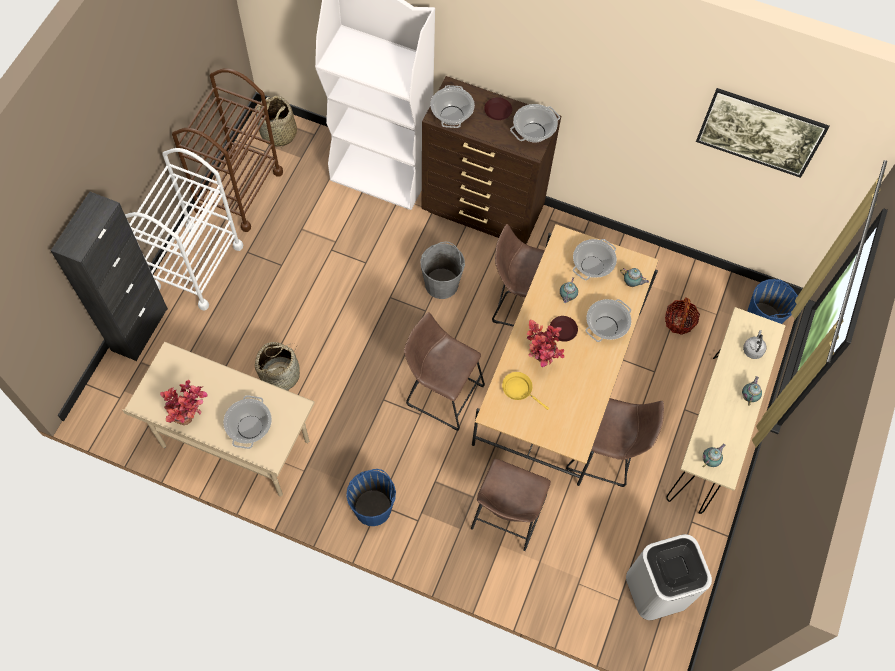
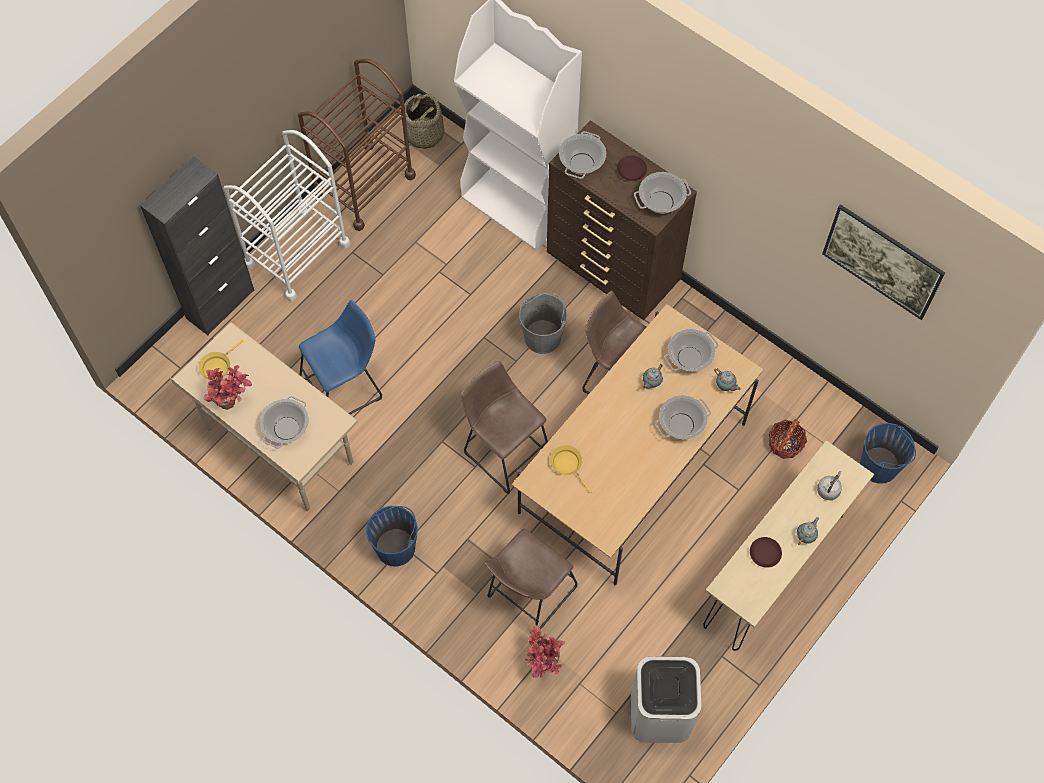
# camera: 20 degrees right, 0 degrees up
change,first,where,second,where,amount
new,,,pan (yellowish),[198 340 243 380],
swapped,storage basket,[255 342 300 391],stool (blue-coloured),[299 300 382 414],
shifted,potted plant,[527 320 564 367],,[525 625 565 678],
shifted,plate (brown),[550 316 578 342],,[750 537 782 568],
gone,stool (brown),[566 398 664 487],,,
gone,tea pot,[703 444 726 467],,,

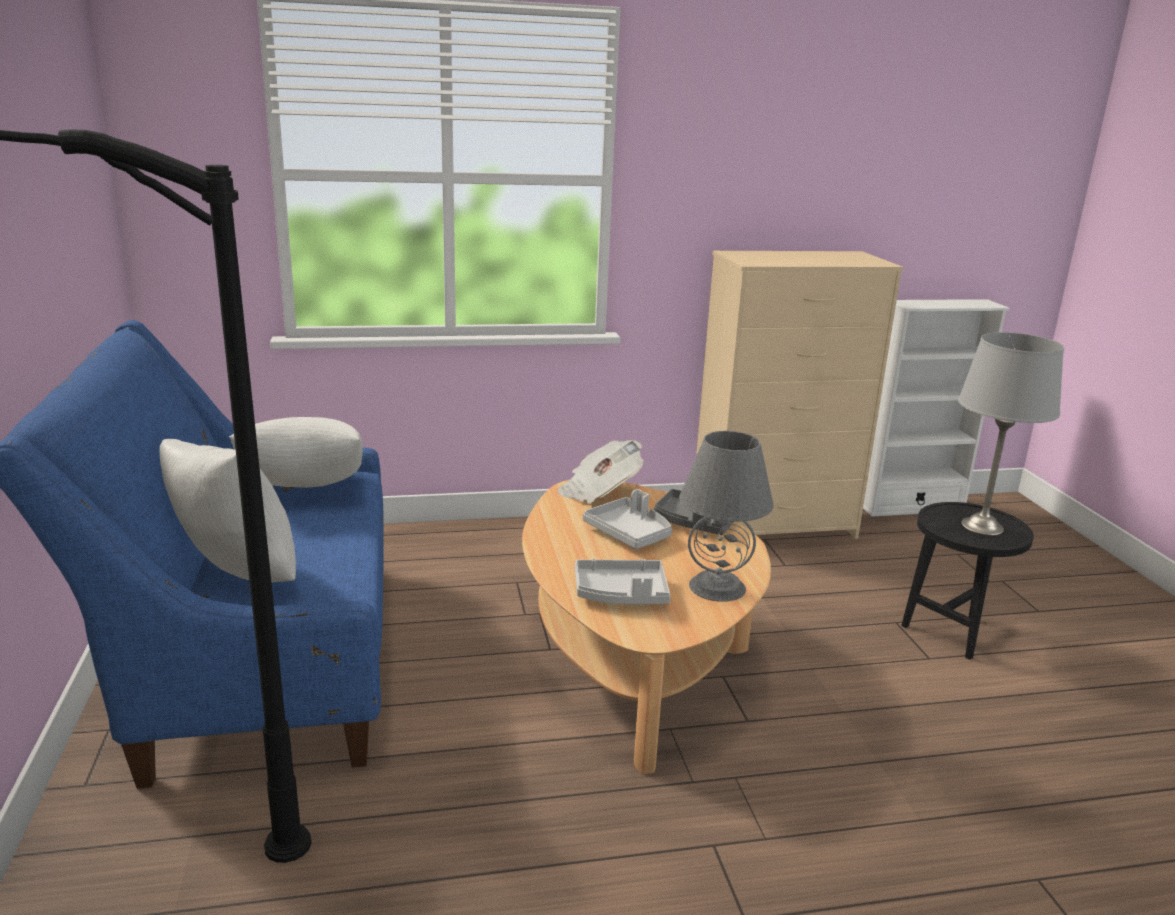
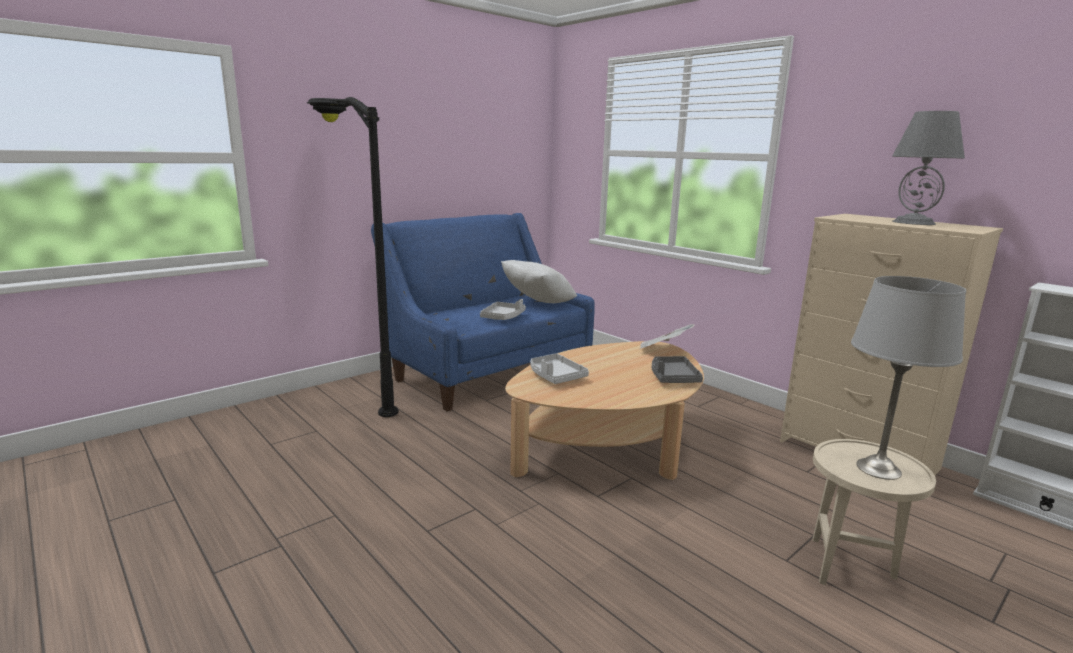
# camera: 60 degrees right, 5 degrees down
change,first,where,second,where,amount
shifted,serving tray (greyish),[583 489 672 549],,[480 299 526 320],
repainted,side table (blackish),[901 502 1034 660],side table (sand-coloured),[813 439 936 585],
shifted,table lamp (greyish),[679 431 774 602],,[892 111 965 225],
gone,pillow (whitish),[159 439 296 583],,,

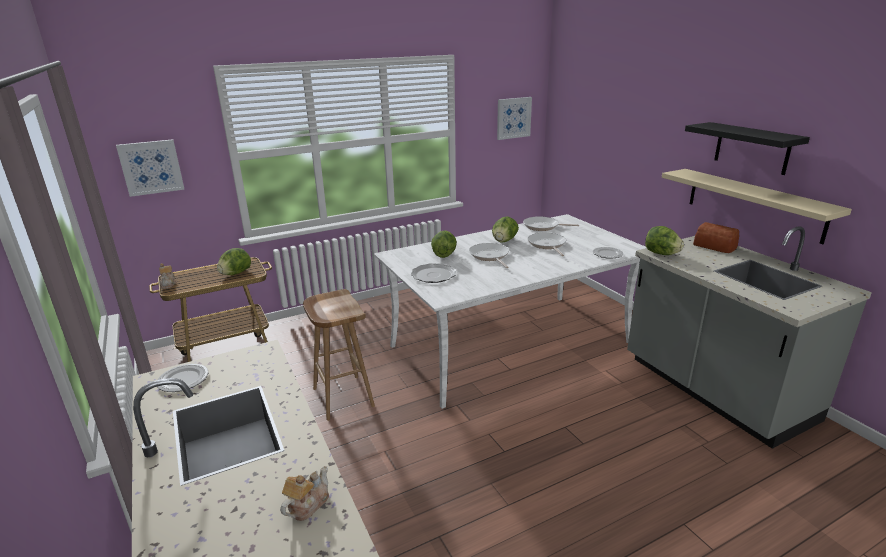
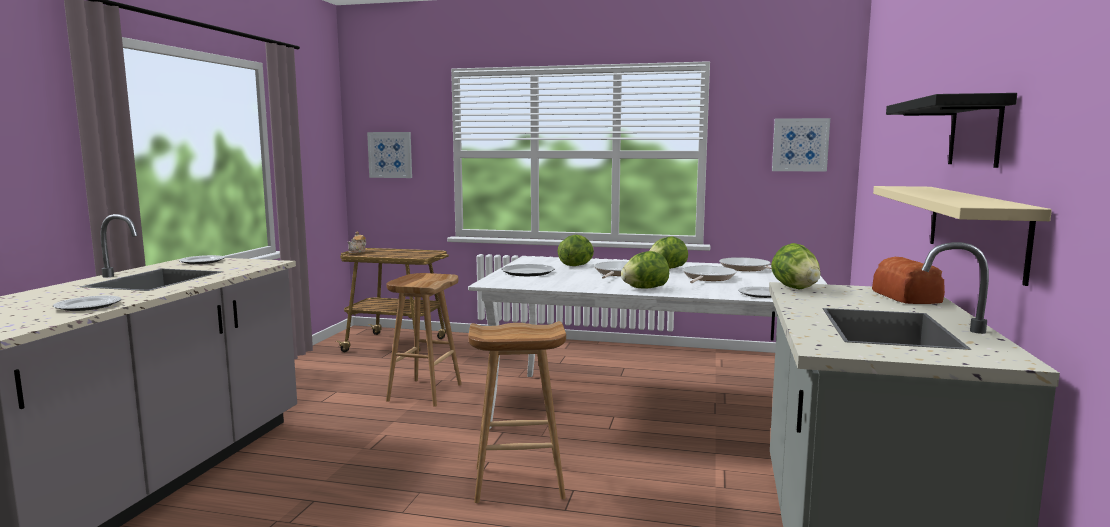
# camera: 40 degrees right, 15 degrees down
change,first,where,second,where,amount
swapped,tea pot,[280 466 329 521],plate,[53 296 121 311],
new,,,stool (brown),[469 321 566 503],
shifted,lettuce,[217 248 251 275],,[621 251 669 289],

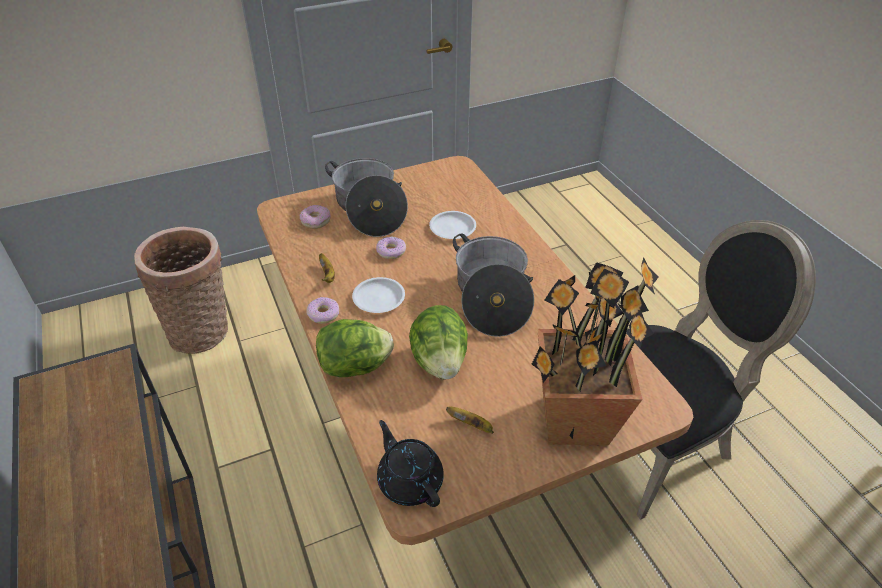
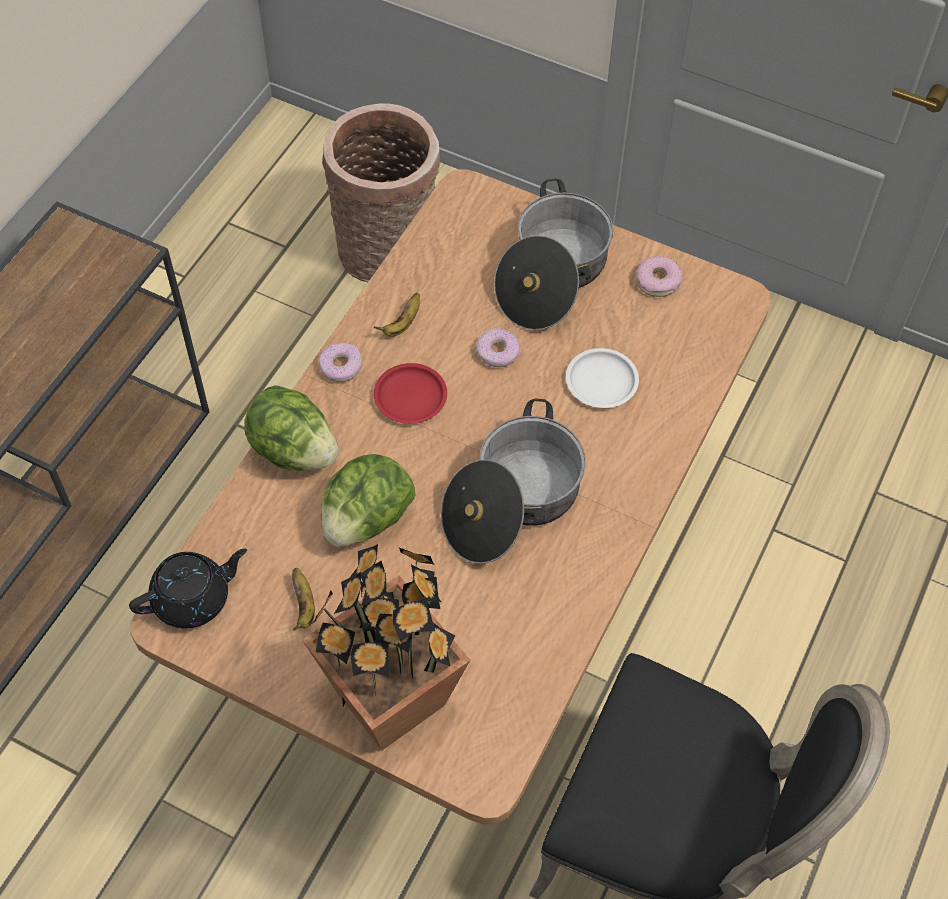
# camera: 50 degrees right, 15 degrees up
change,first,where,second,where,amount
rotated,tea pot (blackish),[377 420 444 507],,[129 548 247 629],45 degrees clockwise
repainted,plate (whitish),[352 277 405 313],plate (red-coloured),[373 363 447 424],
shifted,doughnut,[300 205 331 229],,[636 256 683 297],

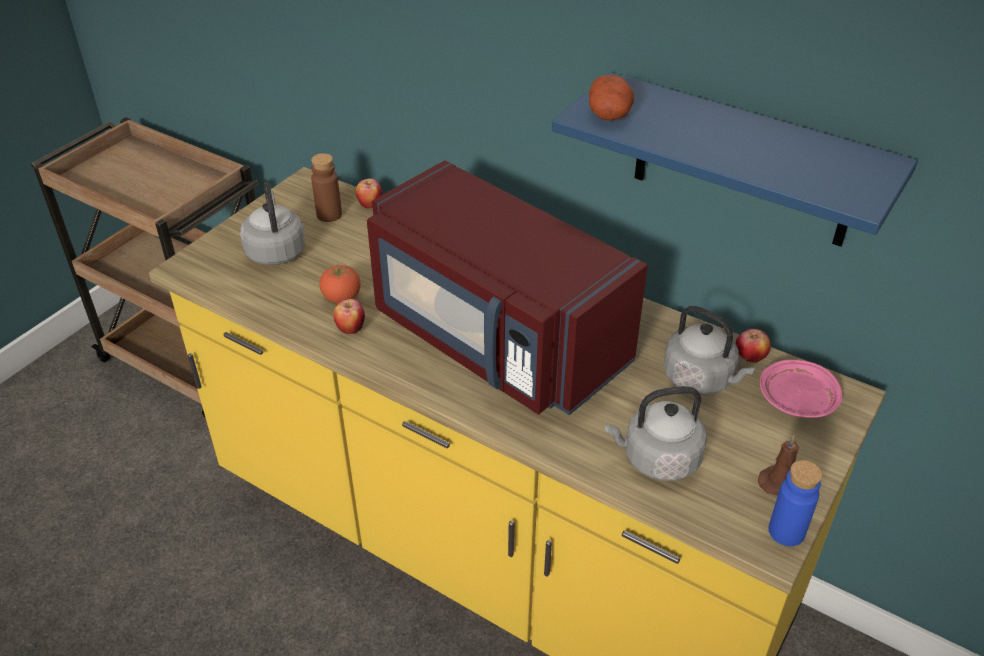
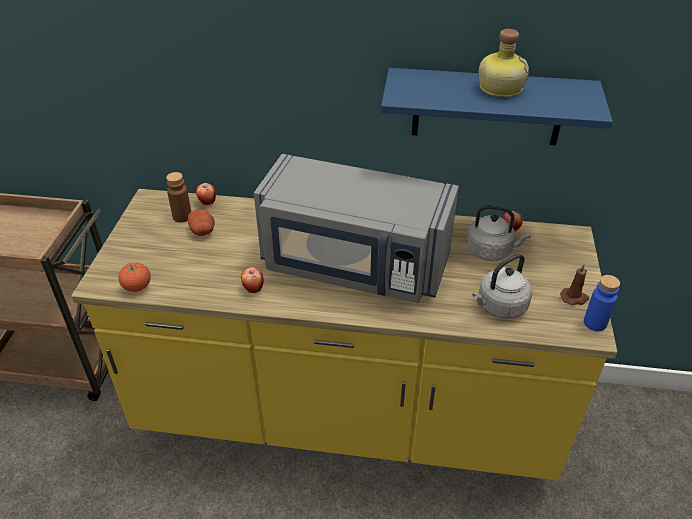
# camera: 25 degrees left, 0 degrees up
change,first,where,second,where,amount
shifted,tomato,[320 264 361 303],,[118 263 151 292],
shifted,whole potato,[589 75 634 120],,[188 209 215 236],
repainted,microwave (red-coloured),[367 160 648 415],microwave (greyish),[254 154 459 303],
new,,,bottle,[479 29 529 97],
gone,kettle (greyish),[240 182 305 265],,,
gone,plate (pink),[760 359 842 418],,,

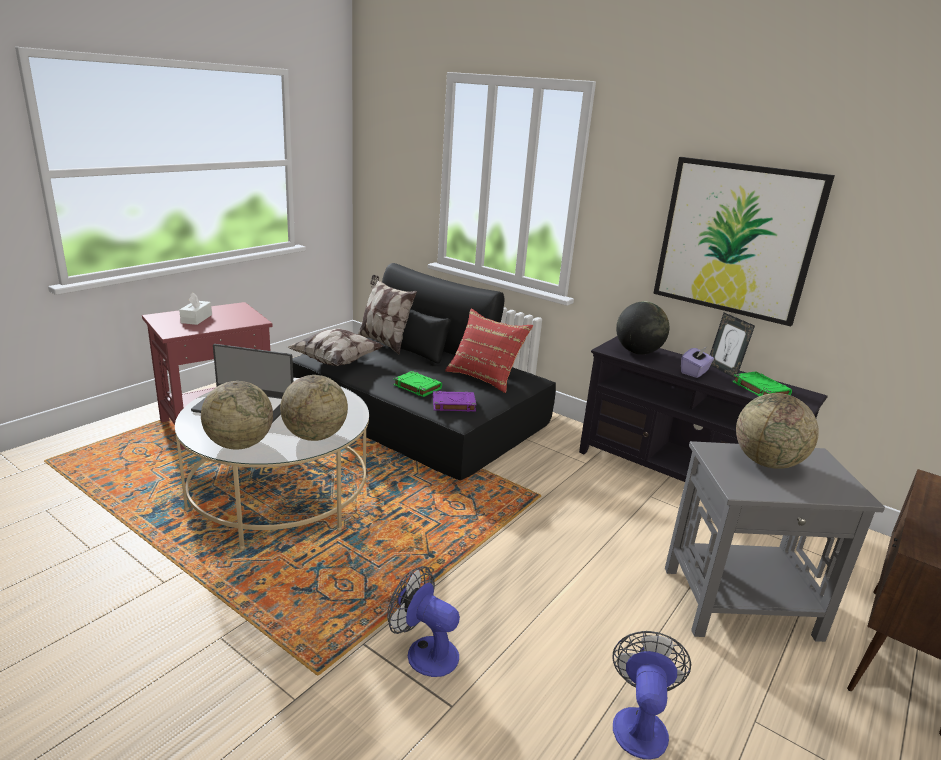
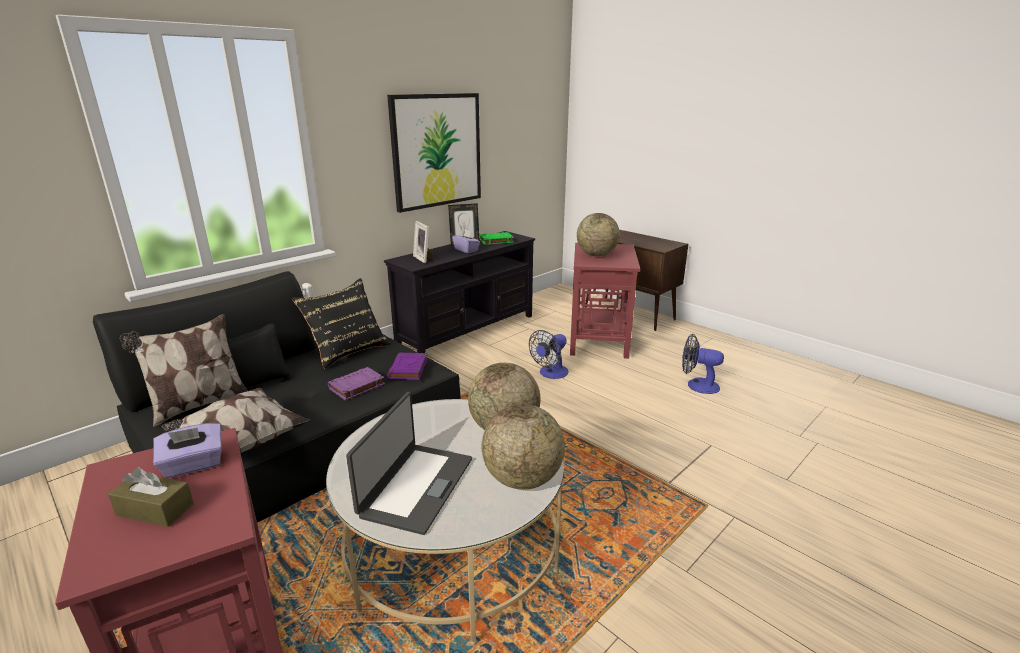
# camera: 80 degrees left, 0 degrees up
change,first,where,second,where,amount
repainted,tissue box (whitish),[179 293 212 325],tissue box (brown),[108 467 194 527],
new,,,tissue box (purple),[153 423 222 478],
repainted,pillow (red-coloured),[445 309 533 393],pillow (blackish),[292 278 391 369],
repainted,book (green-coloured),[394 371 442 397],book (purple),[328 367 385 400],
swapped,desk globe,[616 301 669 355],picture frame,[413 221 433 263],
shifted,cooling fan,[387 566 460 677],,[529 330 568 379],
repainted,side table (greyish),[665 441 885 642],side table (red-coloured),[570 243 640 359],

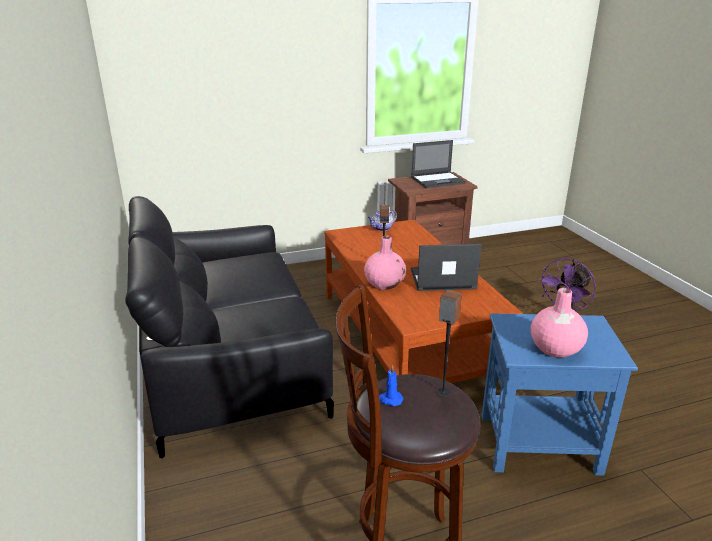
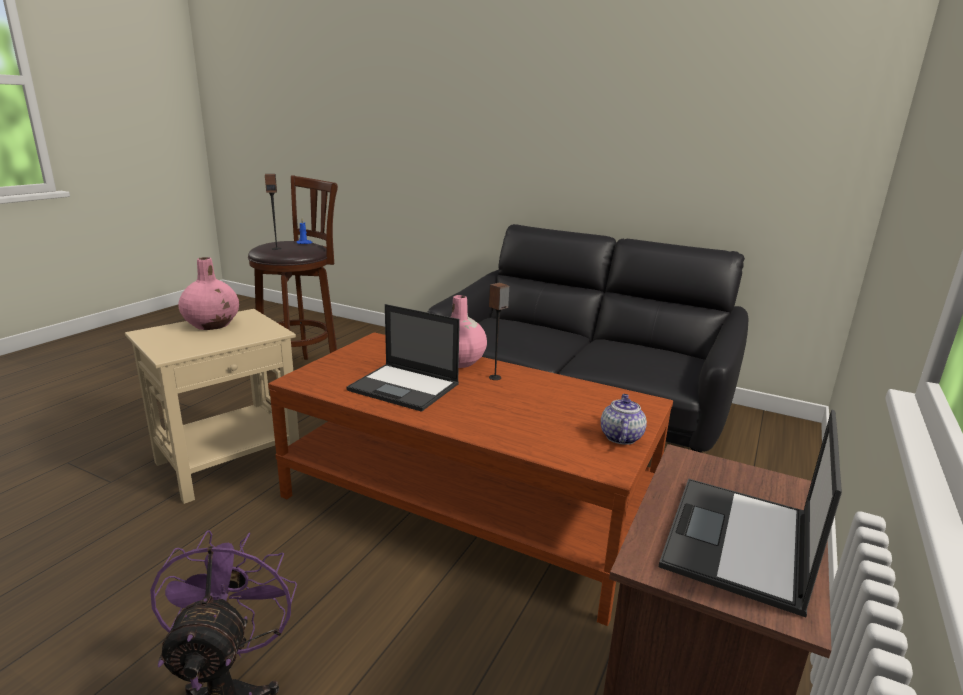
# camera: 135 degrees right, 5 degrees down
change,first,where,second,where,amount
repainted,side table (blue-coloured),[482 313 638 476],side table (sand-coloured),[125 309 299 504],
rotated,laptop,[410 244 481 291],,[346 304 460 412],75 degrees clockwise

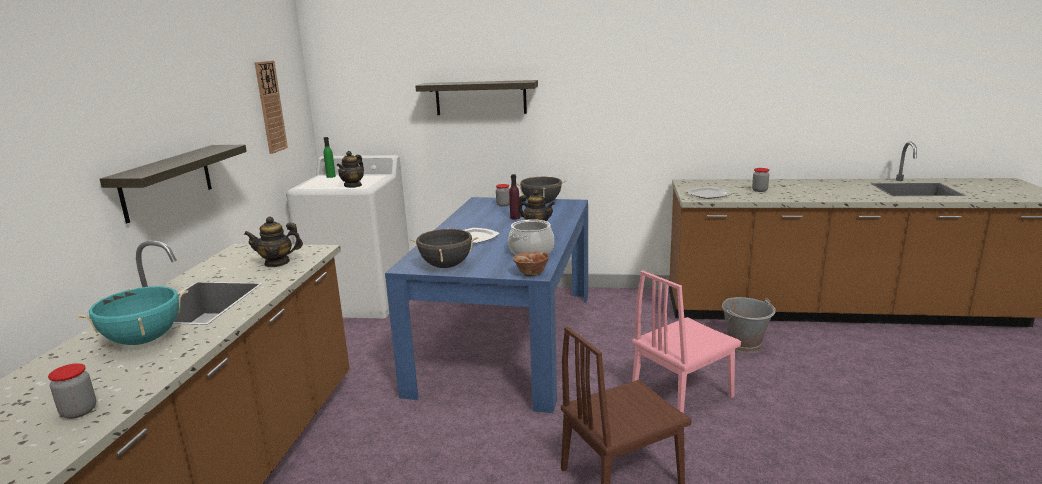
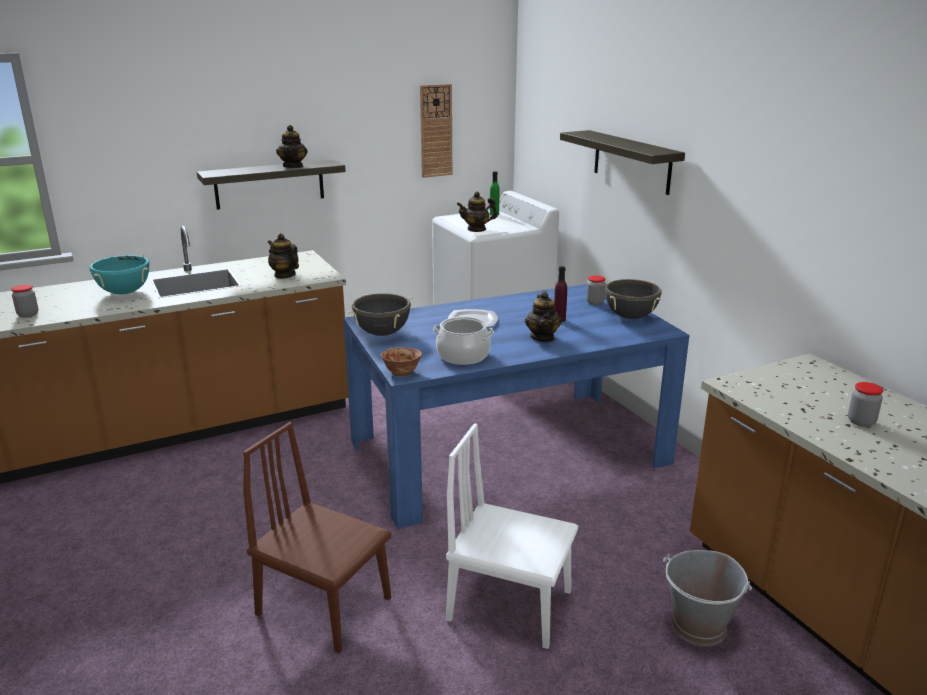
# camera: 55 degrees right, 5 degrees up
change,first,where,second,where,amount
new,,,tea pot,[276 125 308 168],
repainted,chair (pink),[632 270 741 413],chair (whitish),[445 423 578 649],
gone,plate,[685 187 733 199],,,

